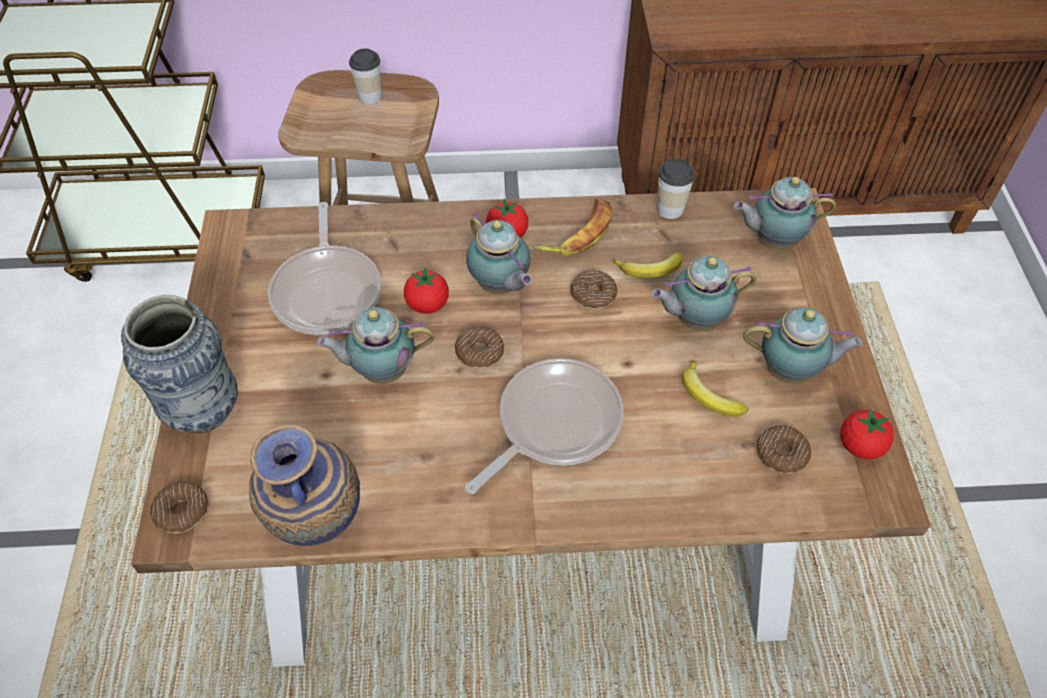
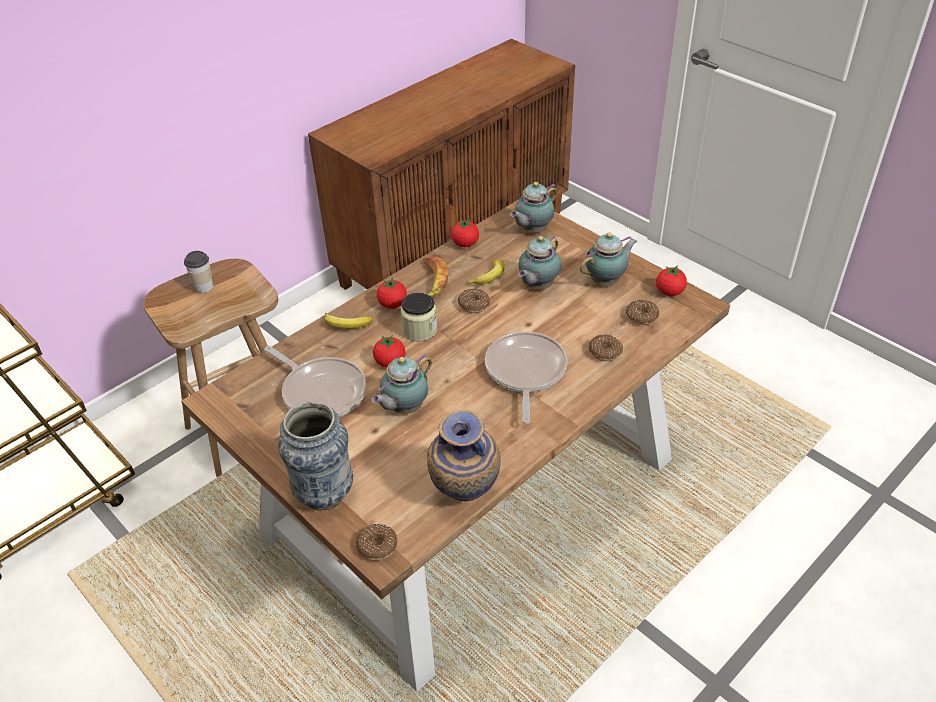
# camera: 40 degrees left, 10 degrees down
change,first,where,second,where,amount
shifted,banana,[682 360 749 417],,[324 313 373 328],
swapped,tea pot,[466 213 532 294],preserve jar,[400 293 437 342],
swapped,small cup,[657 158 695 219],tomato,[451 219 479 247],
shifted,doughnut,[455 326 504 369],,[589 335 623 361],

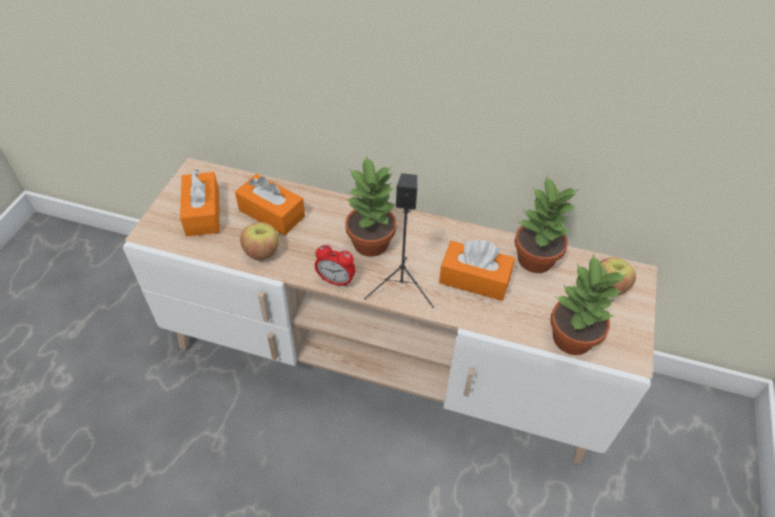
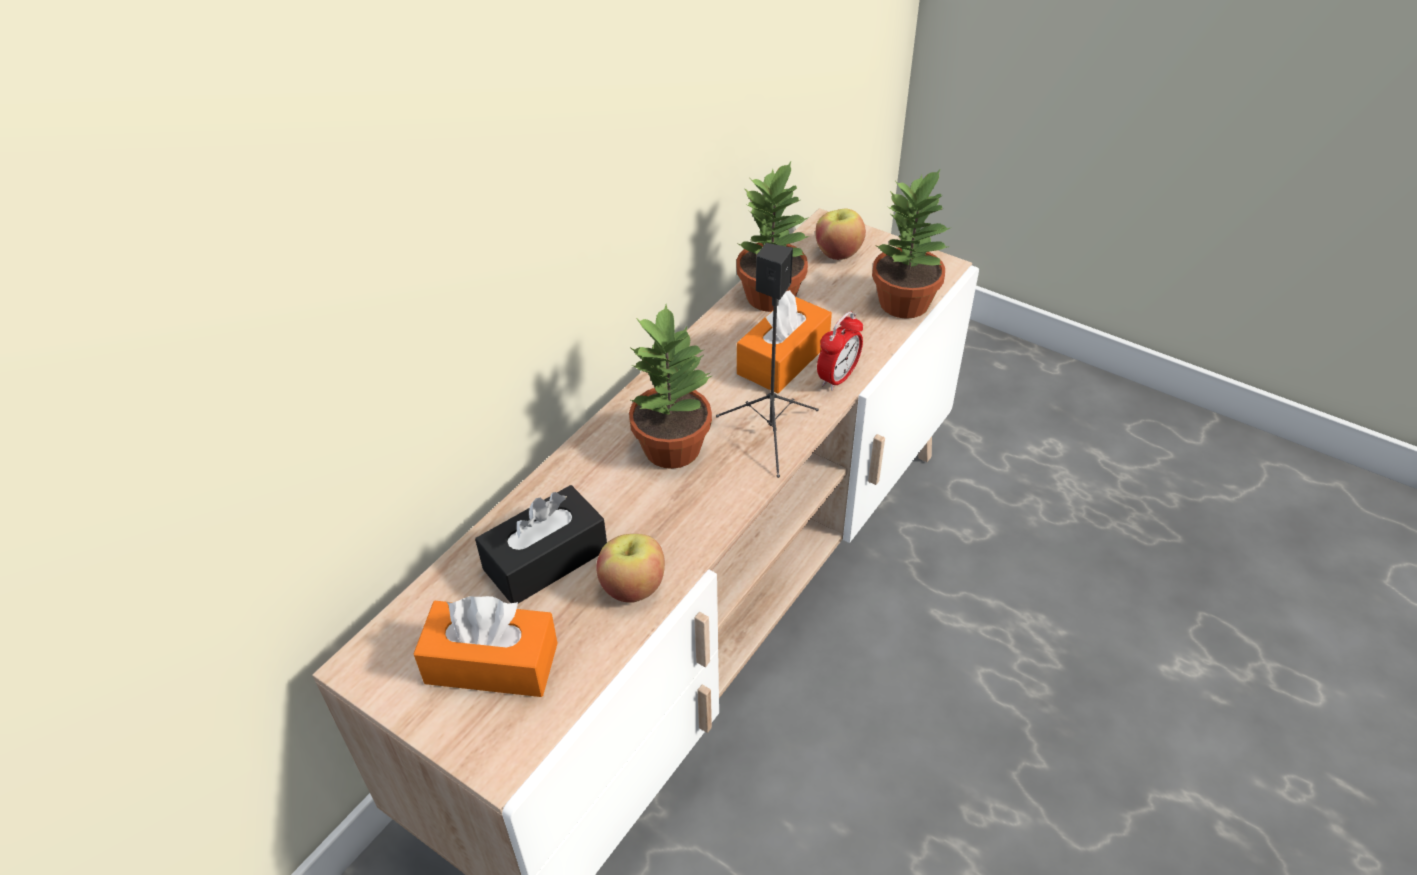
# camera: 70 degrees left, 5 degrees down
change,first,where,second,where,amount
repainted,tissue box (orange),[235 174 305 236],tissue box (blackish),[475 485 607 604],
shifted,bedside clock,[315 244 356 287],,[817 311 863 391],

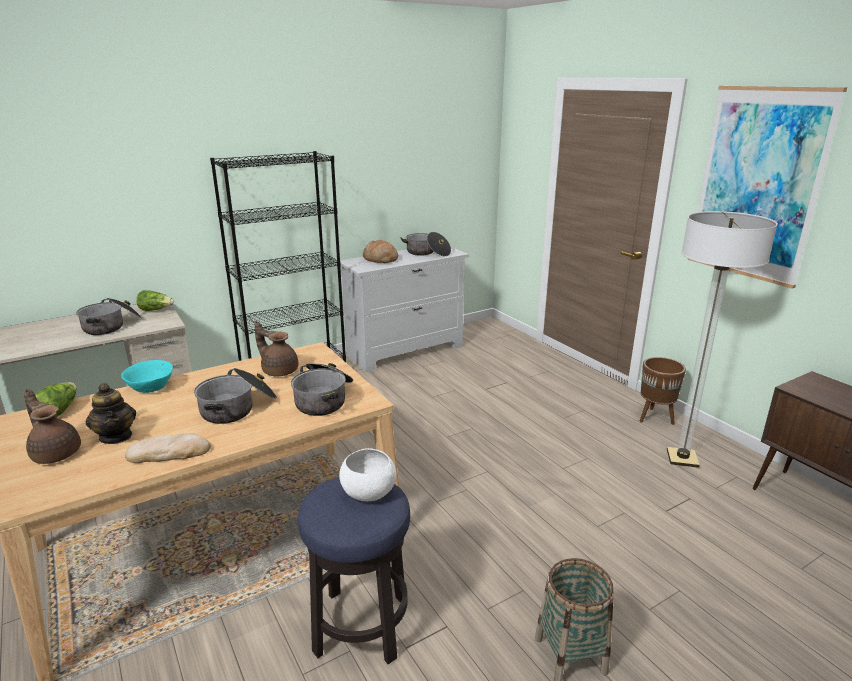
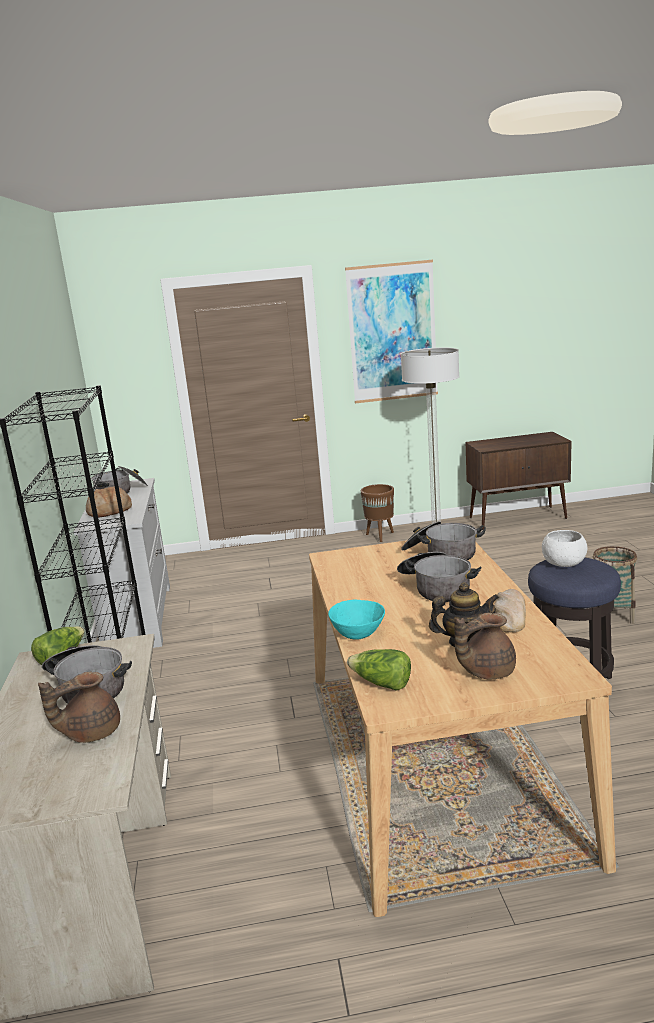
# camera: 65 degrees left, 5 degrees down
change,first,where,second,where,amount
shifted,tea pot (brown),[254 321 298 376],,[38 672 120 743],

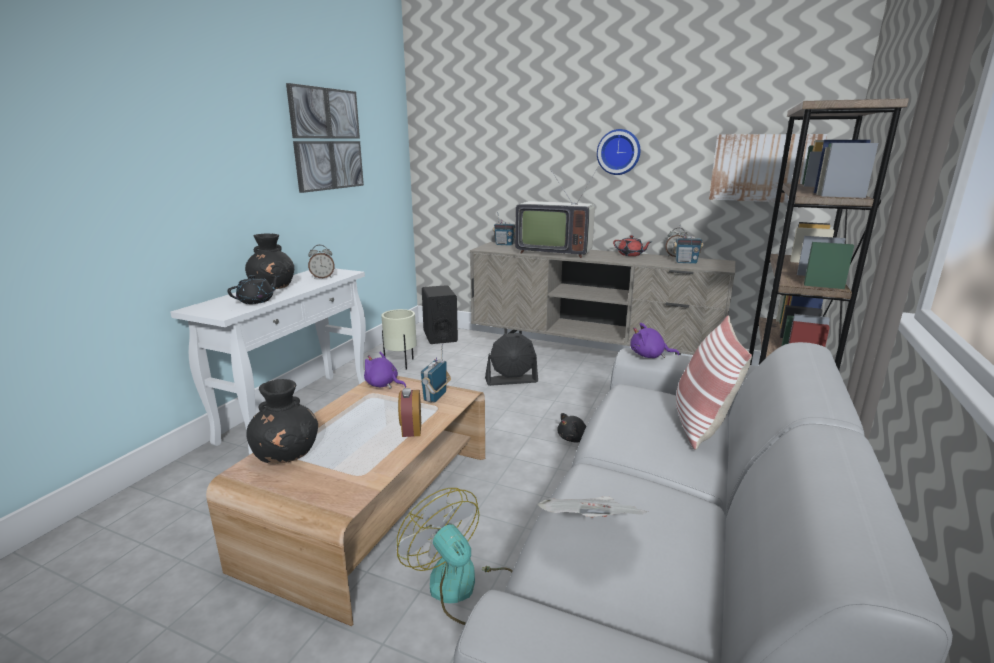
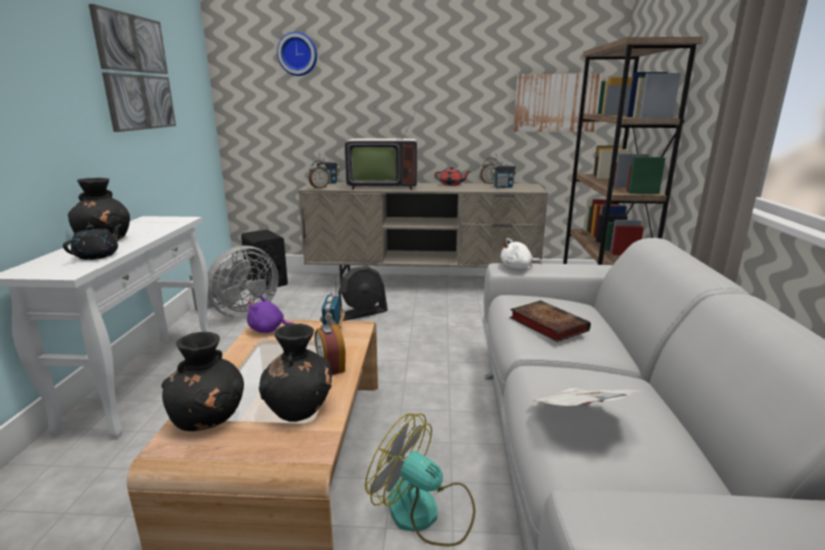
# camera: 20 degrees left, 0 degrees up
change,first,where,second,where,amount
swapped,plant pot (sand-coloured),[381 309 417 370],cooling fan (greyish),[189 246 279 318],
new,,,vase (blackish),[259 324 332 422],
shifted,clock on the wall,[597 129 640 175],,[277 32 317 76],
shifted,bedside clock,[308 245 335 279],,[309 161 329 189],
repainted,cuddly toy (purple),[630 323 679 358],cuddly toy (whitish),[501 238 542 269],
new,,,book,[510 300 591 342],
gone,cuddly toy (blackish),[557 413 587 442],,,
gone,pillow,[676 316 752 450],,,

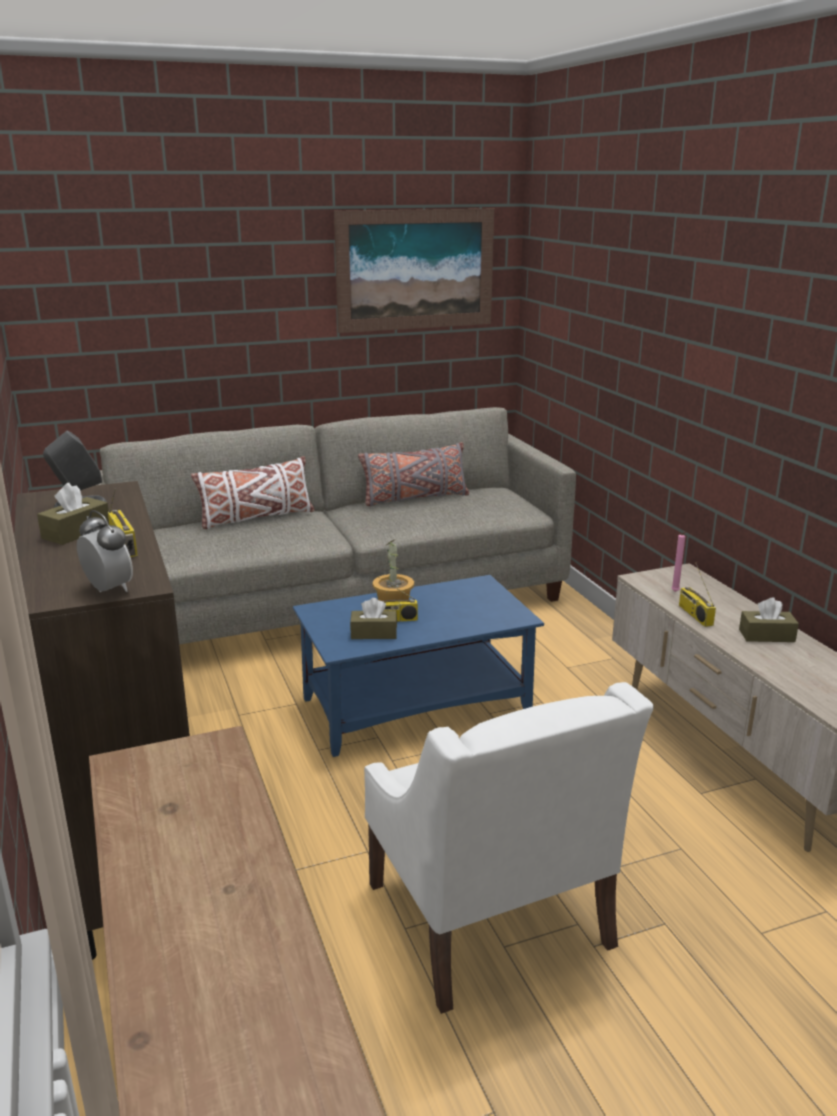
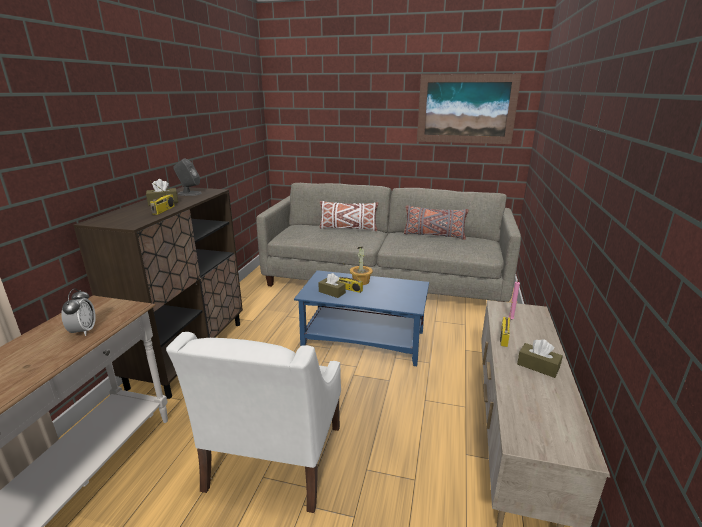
# camera: 35 degrees right, 0 degrees up
change,first,where,second,where,amount
shifted,bedside clock,[77 510 133 592],,[61 288 96 336],

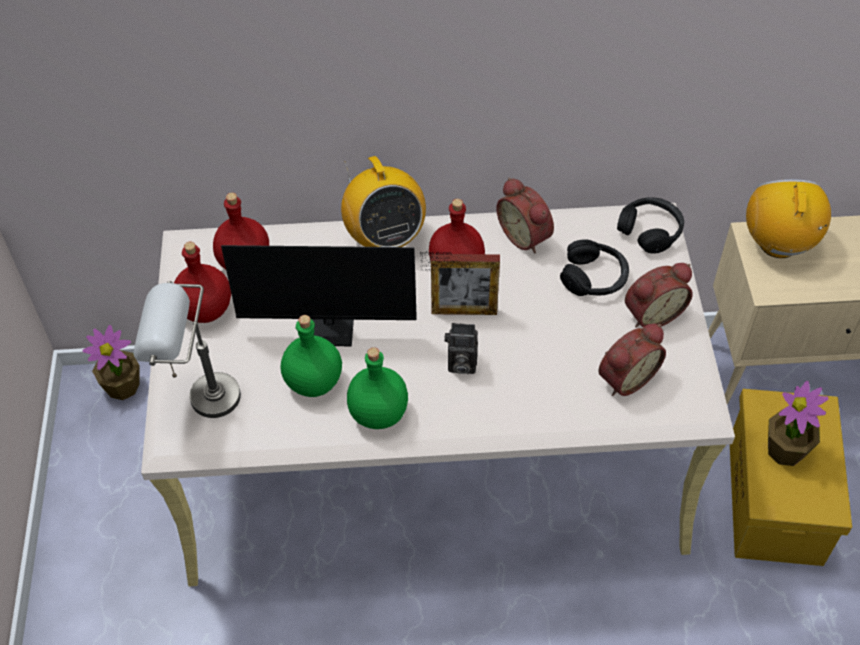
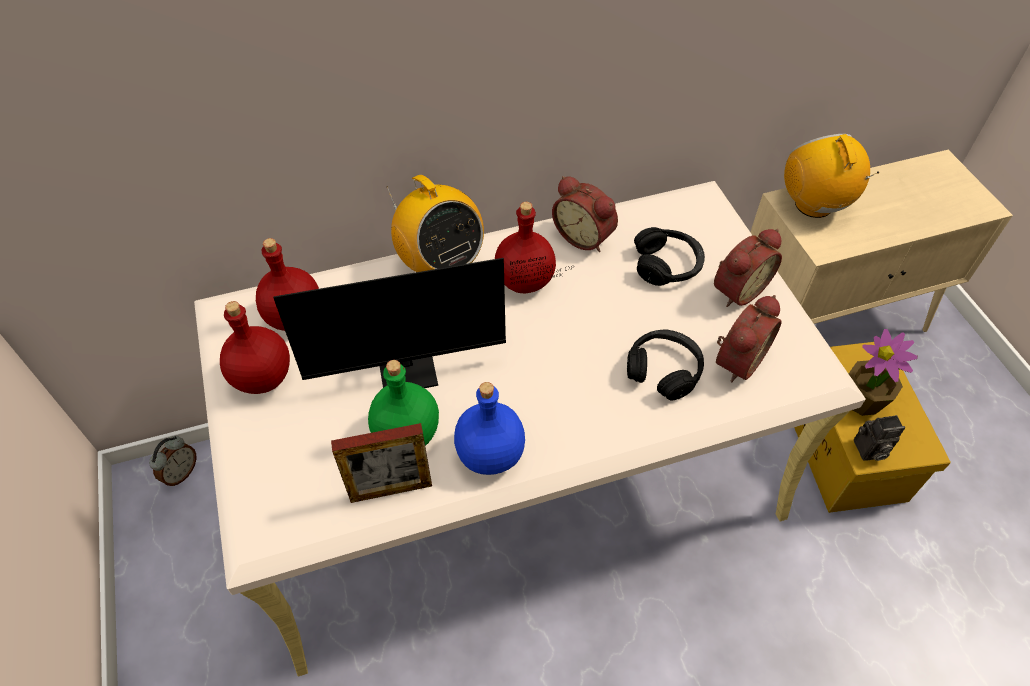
# camera: 15 degrees left, 0 degrees up
change,first,where,second,where,amount
swapped,potted plant,[83 325 139 400],bedside clock,[149 436 196 486],
shifted,picture frame,[431 254 500 315],,[331 423 432 503],
repainted,bottle (green-coloured),[347 347 408 429],bottle (blue-coloured),[454 382 525 475],
shifted,headset (blackish),[617 197 684 254],,[627 329 704 400],
shifted,still camera,[444 323 478 374],,[854 415 905 461],
gone,table lamp (greyish),[134 281 241 418],,,

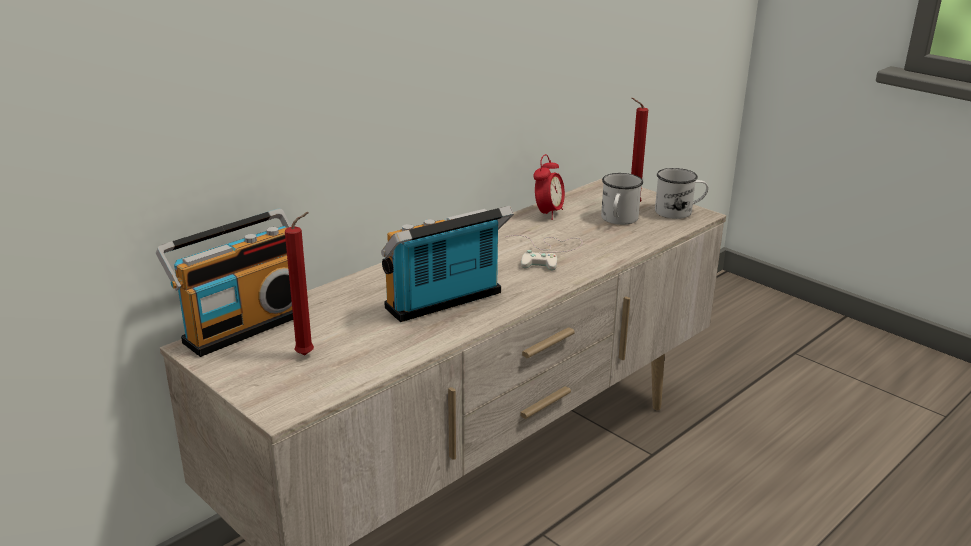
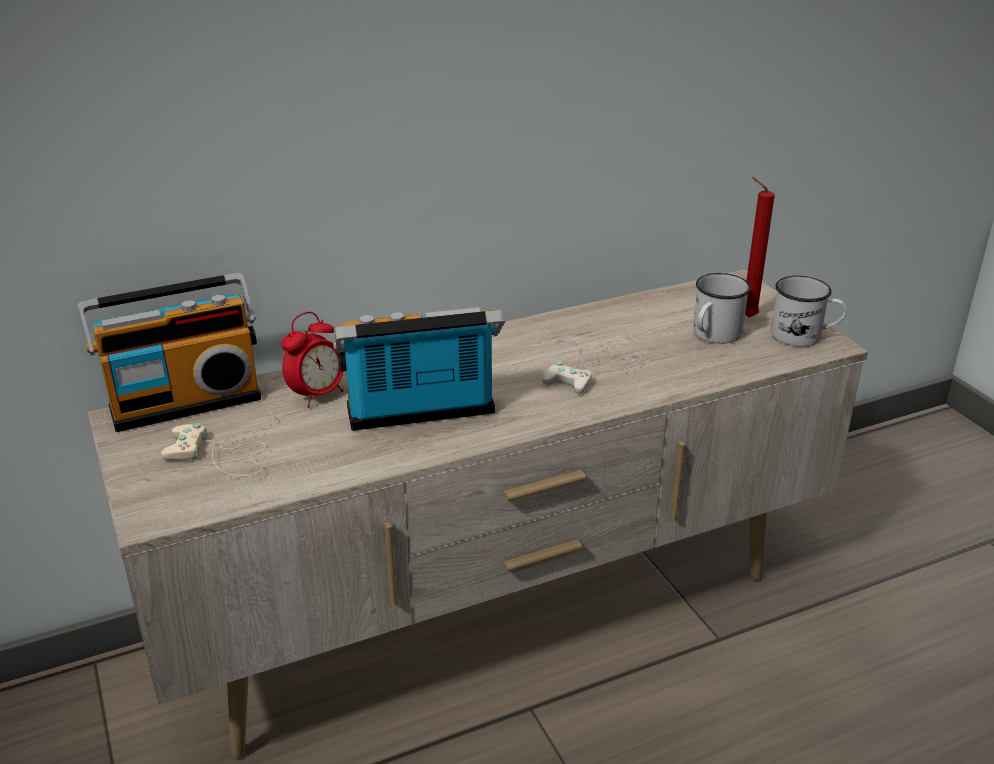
# camera: 20 degrees right, 5 degrees up
change,first,where,second,where,amount
swapped,candle (red-coloured),[285 212 314 355],joypad (sand-coloured),[161 410 274 476],
shifted,bedside clock,[533 154 565 220],,[281 312 343 408],

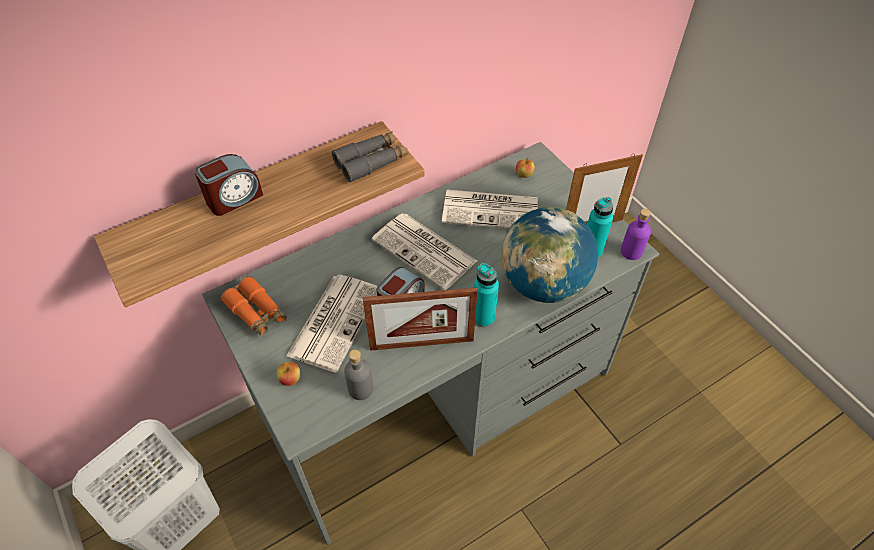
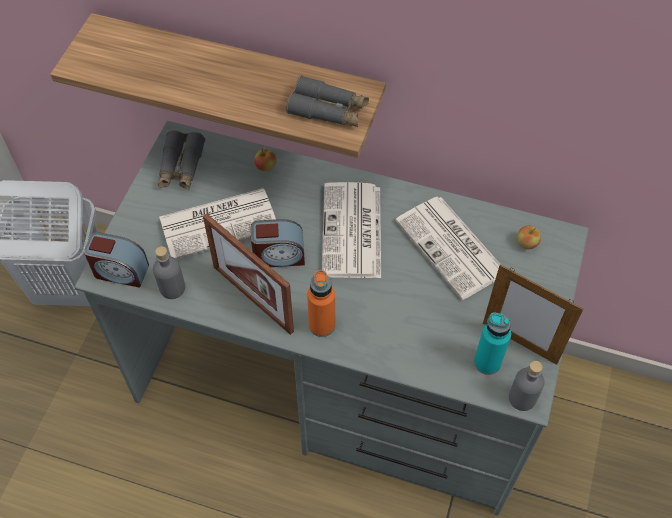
# camera: 50 degrees right, 5 degrees up
change,first,where,second,where,amount
shifted,bedside clock,[194 154 263 216],,[84 232 149 288],
repainted,field glasses (orange),[221 276 287 337],field glasses (greyish),[158 130 205 190],
shifted,apple,[276 362 300 386],,[254 149 277 172],
repainted,bottle (blue-green),[474 263 499 327],bottle (orange),[307 270 335 337],
repainted,bottle (purple),[621 209 651 260],bottle (greyish),[509 361 545 411],
gone,desk globe,[501 207 598 303],,,

